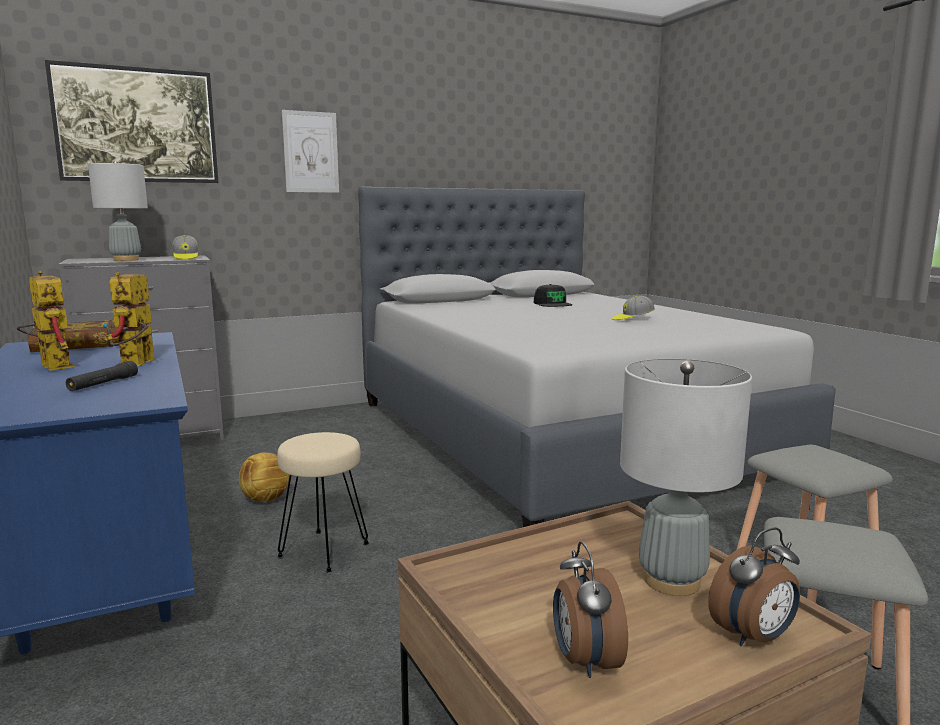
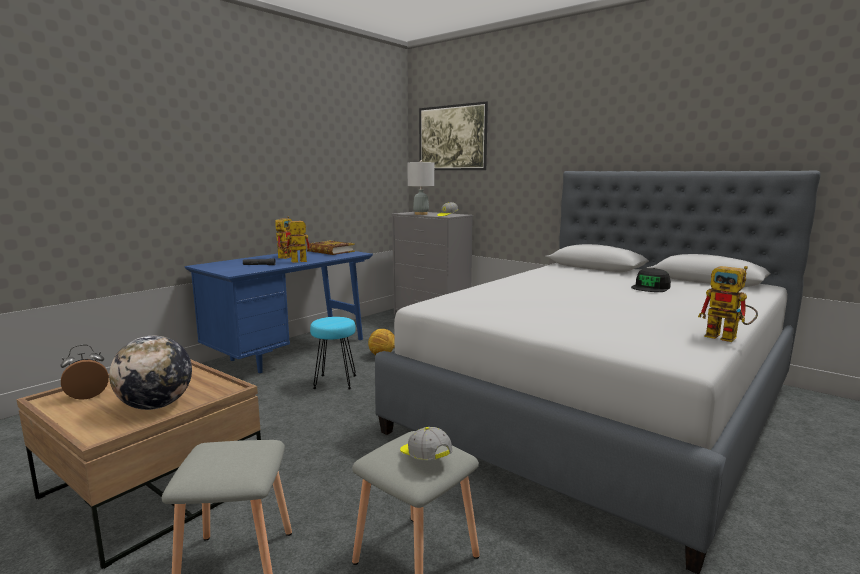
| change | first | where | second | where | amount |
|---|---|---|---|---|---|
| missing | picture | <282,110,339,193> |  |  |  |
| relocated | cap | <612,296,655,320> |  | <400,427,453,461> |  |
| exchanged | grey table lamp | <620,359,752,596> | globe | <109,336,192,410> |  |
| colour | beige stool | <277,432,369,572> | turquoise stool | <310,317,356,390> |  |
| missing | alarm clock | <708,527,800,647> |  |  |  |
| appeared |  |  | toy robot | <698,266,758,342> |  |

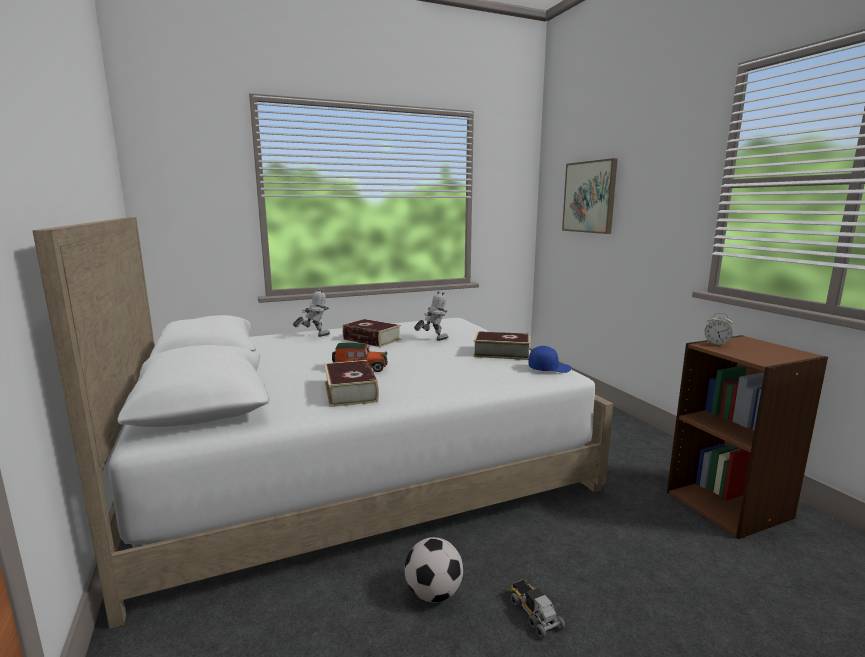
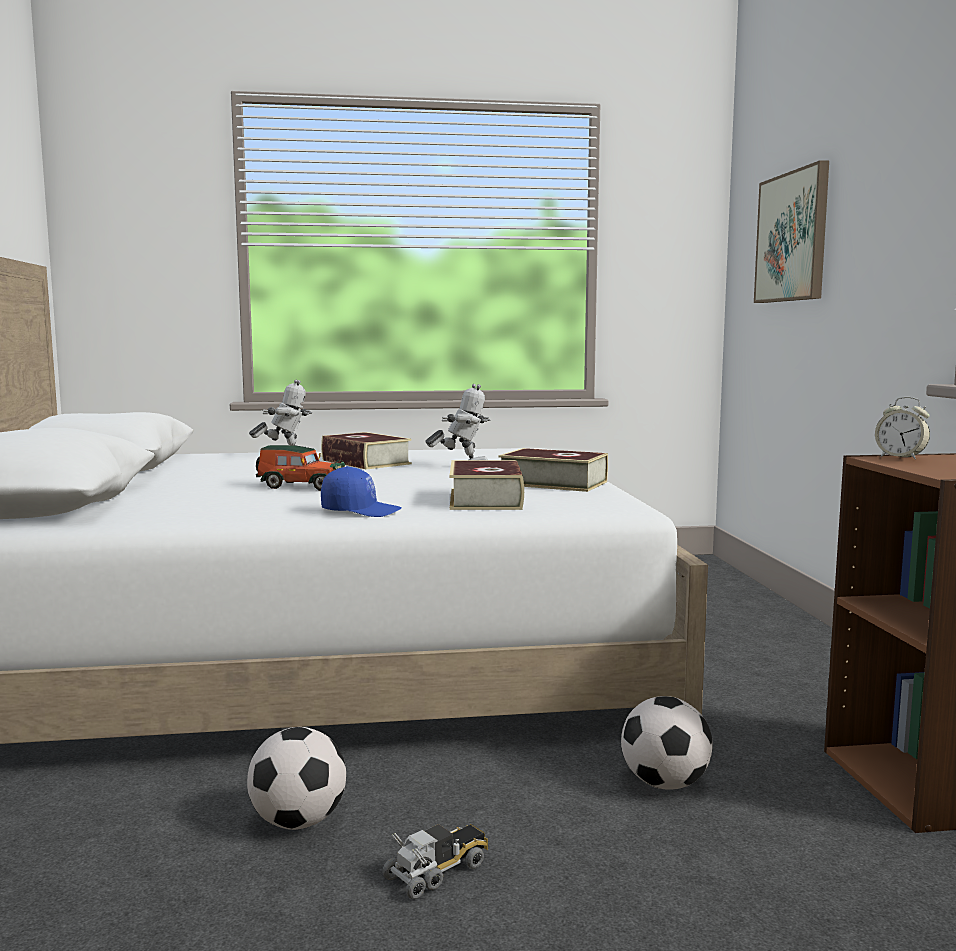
| change | first | where | second | where | amount |
|---|---|---|---|---|---|
| relocated | blue cap | <529,346,572,373> |  | <321,466,402,517> |  |
| relocated | book | <324,360,379,407> |  | <449,460,524,510> |  |
| spun | toy truck | <510,579,565,638> |  | <382,824,488,899> | 60 degrees clockwise |
| appeared |  |  | football | <621,696,713,790> |  |

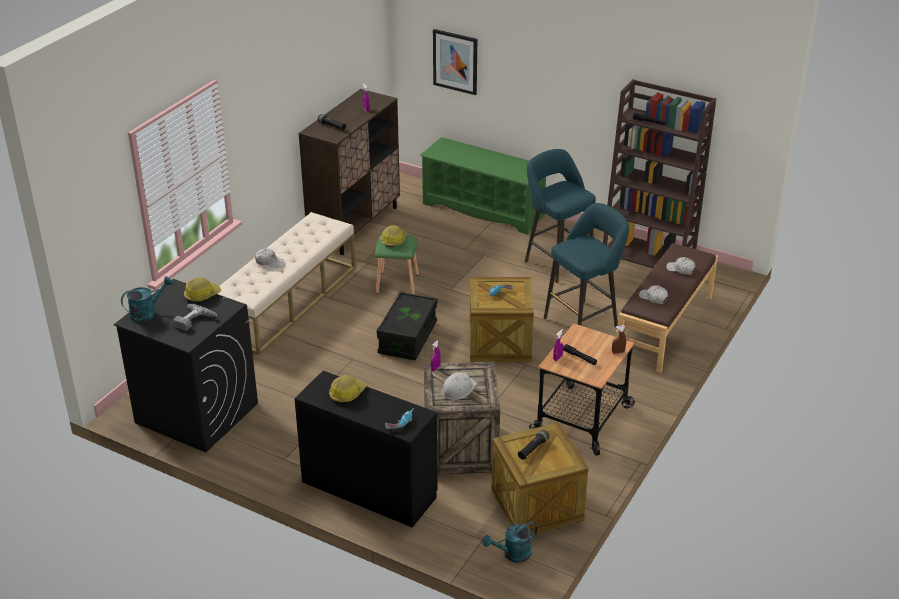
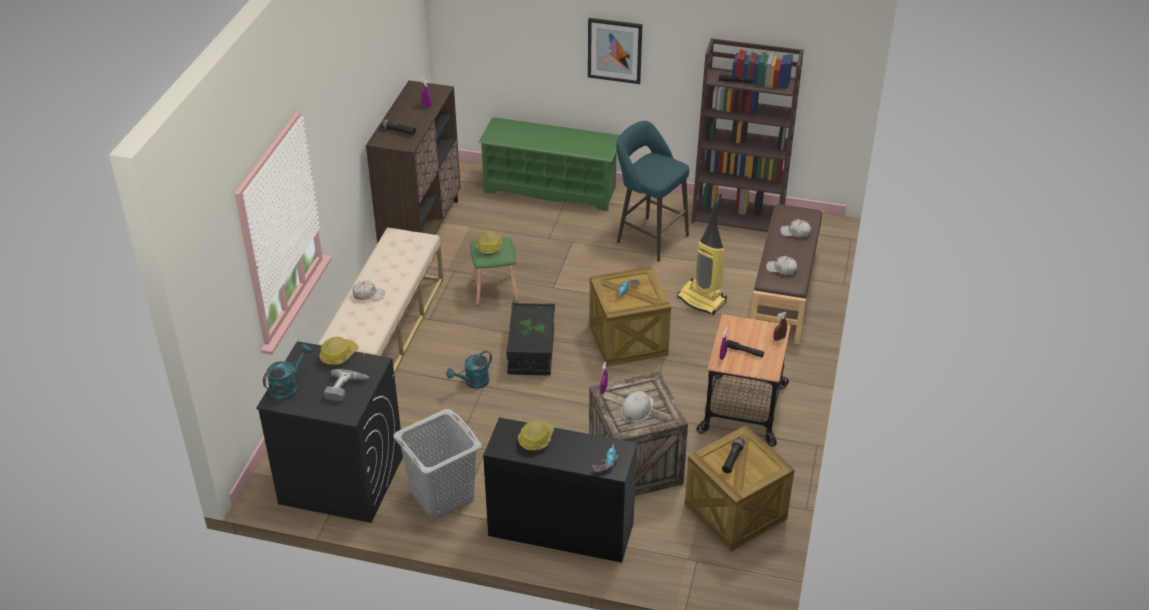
| change | first | where | second | where | amount |
|---|---|---|---|---|---|
| relocated | picture | <433,29,477,95> |  | <588,18,642,84> |  |
| exchanged | turquoise stool | <544,203,629,327> | vacuum cleaner | <677,193,727,315> |  |
| relocated | turquoise watering can | <482,522,537,563> |  | <446,351,492,389> |  |
| appeared |  |  | grey laundry basket | <394,409,481,519> |  |

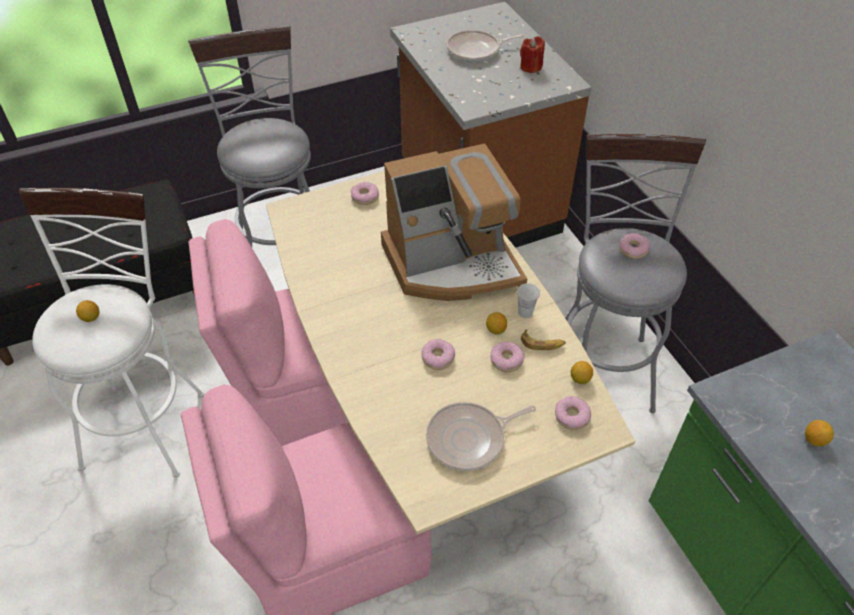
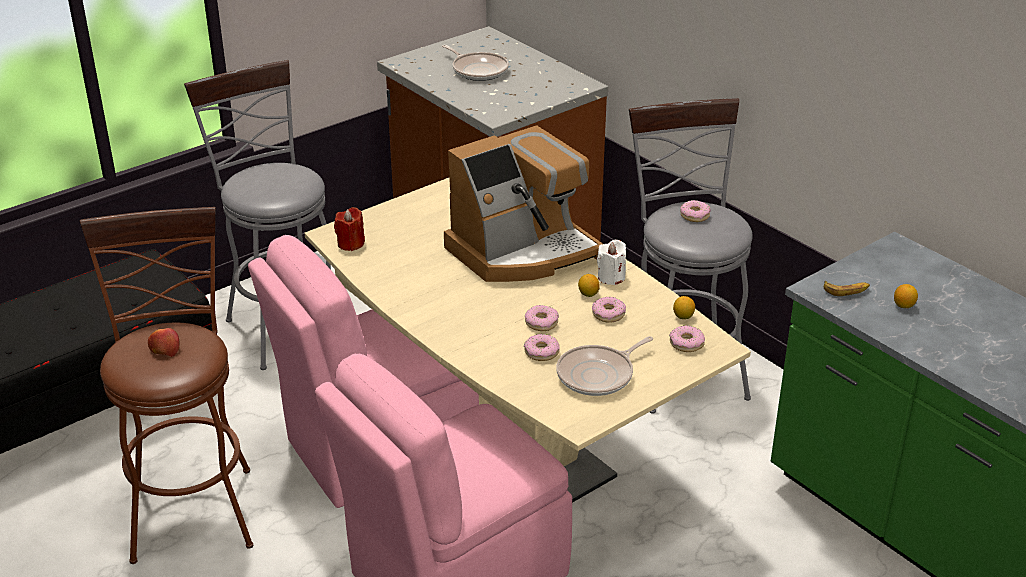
| change | first | where | second | where | amount |
|---|---|---|---|---|---|
| spun | frying pan | <447,30,524,62> |  | <442,45,509,81> | 105 degrees counterclockwise |
| relocated | red candle | <520,36,545,73> |  | <334,207,365,251> |  |
| relocated | donut | <351,182,379,205> |  | <524,334,560,361> |  |
| colour | white stool | <19,188,204,477> | brown stool | <80,207,253,564> |  |
| exchanged | white cup | <517,283,540,318> | white candle | <597,240,626,285> |  |
| exchanged | lemon | <76,300,99,322> | apple | <148,328,180,357> |  |
| relocated | banana | <521,330,566,350> |  | <824,281,870,296> |  |

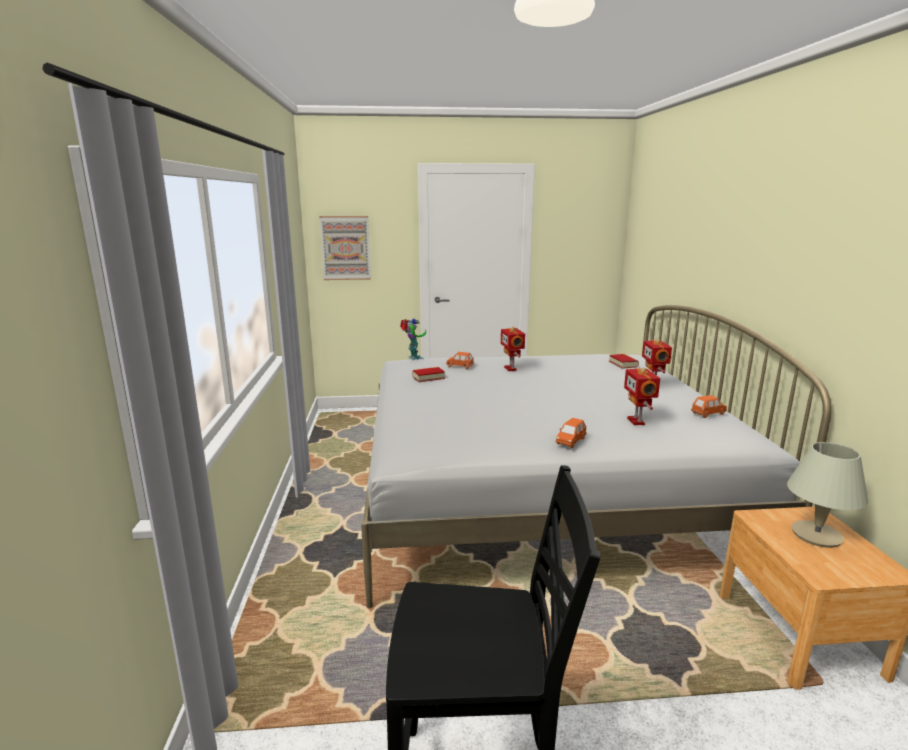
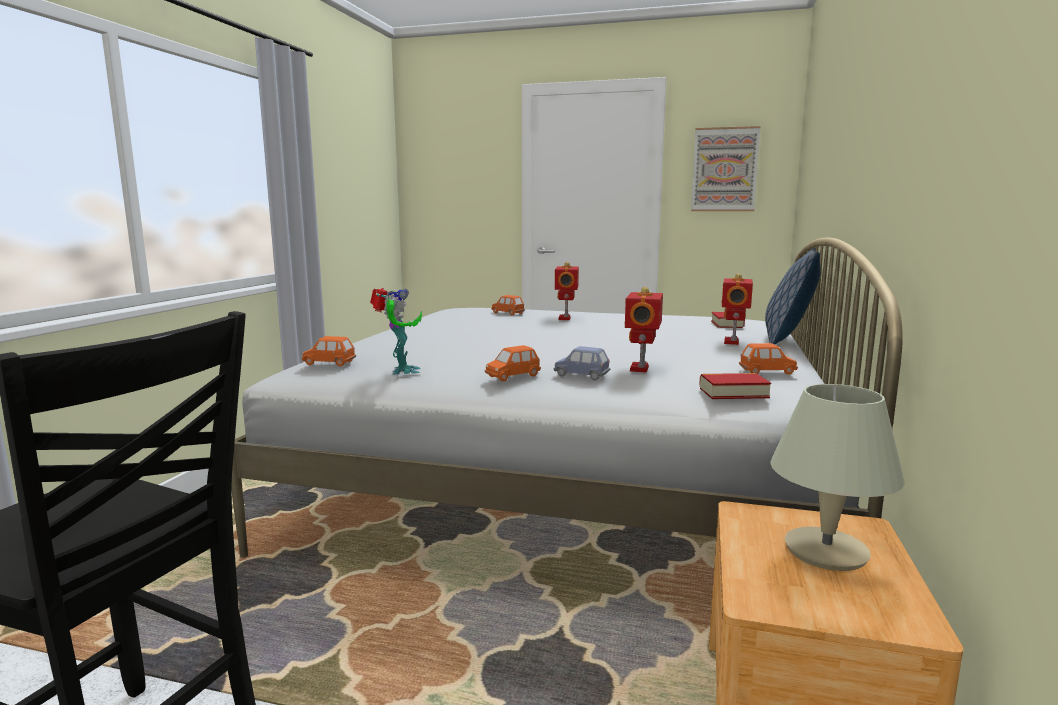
| change | first | where | second | where | amount |
|---|---|---|---|---|---|
| relocated | picture | <319,216,371,280> |  | <691,126,761,211> |  |
| relocated | toy robot | <400,318,426,360> |  | <370,288,422,375> |  |
| relocated | book | <412,367,445,382> |  | <699,373,771,399> |  |
| appeared |  |  | pillow | <765,248,820,344> |  |
| appeared |  |  | orange toy car | <302,336,356,367> |  |
| appeared |  |  | blue toy car | <553,346,611,381> |  |

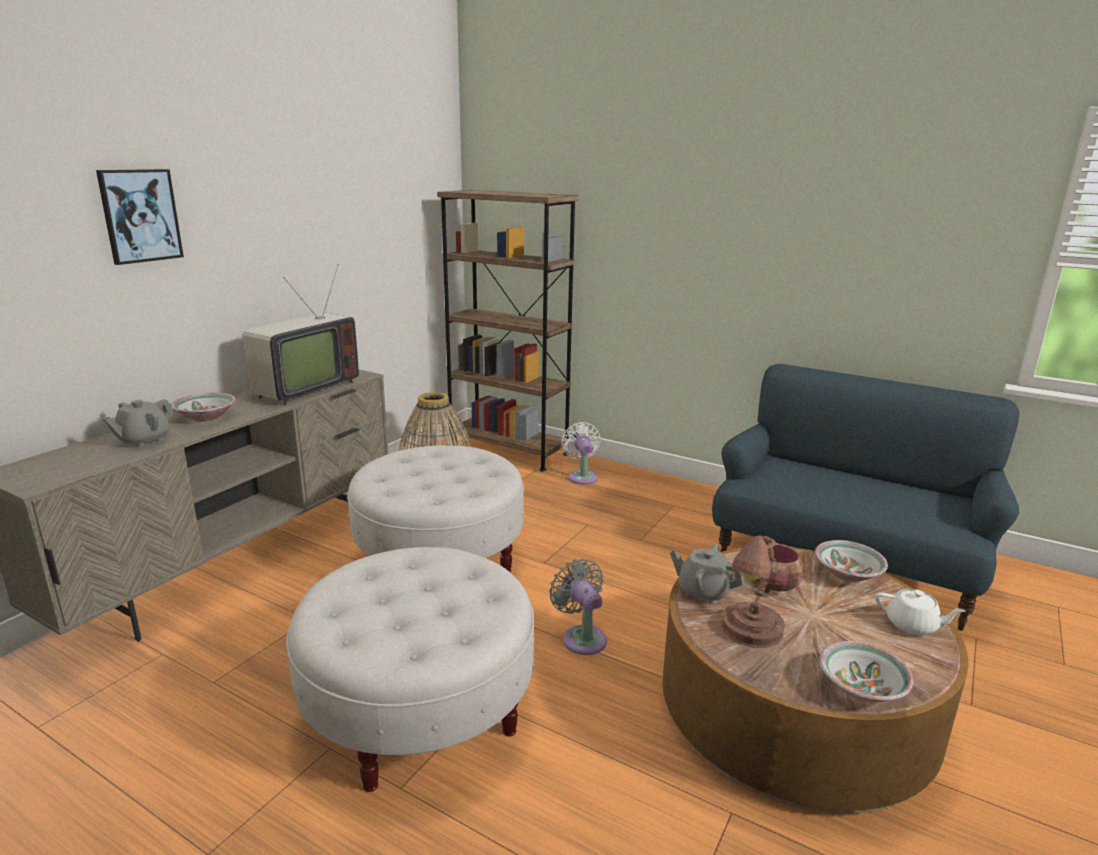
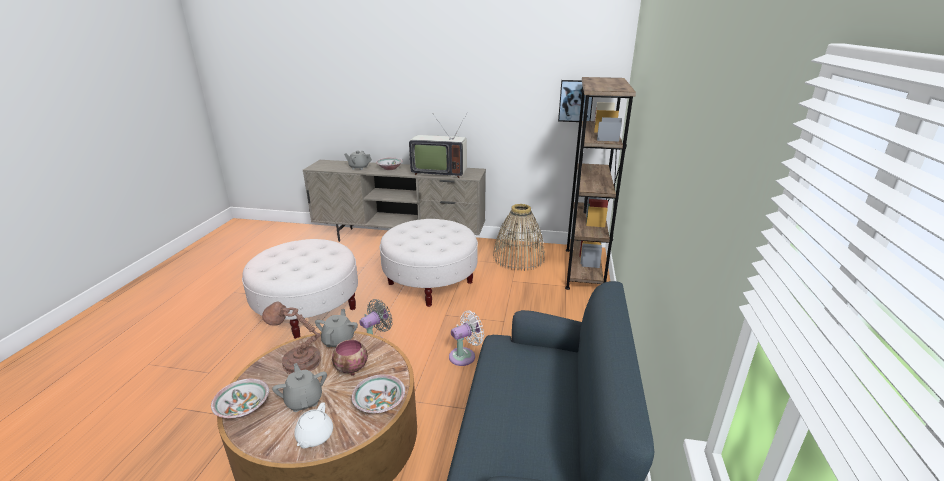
| change | first | where | second | where | amount |
|---|---|---|---|---|---|
| relocated | picture | <96,169,184,265> |  | <558,80,593,122> |  |
| relocated | white fan | <562,422,601,485> |  | <449,311,484,366> |  |
| appeared |  |  | grey teapot | <272,363,327,412> |  |

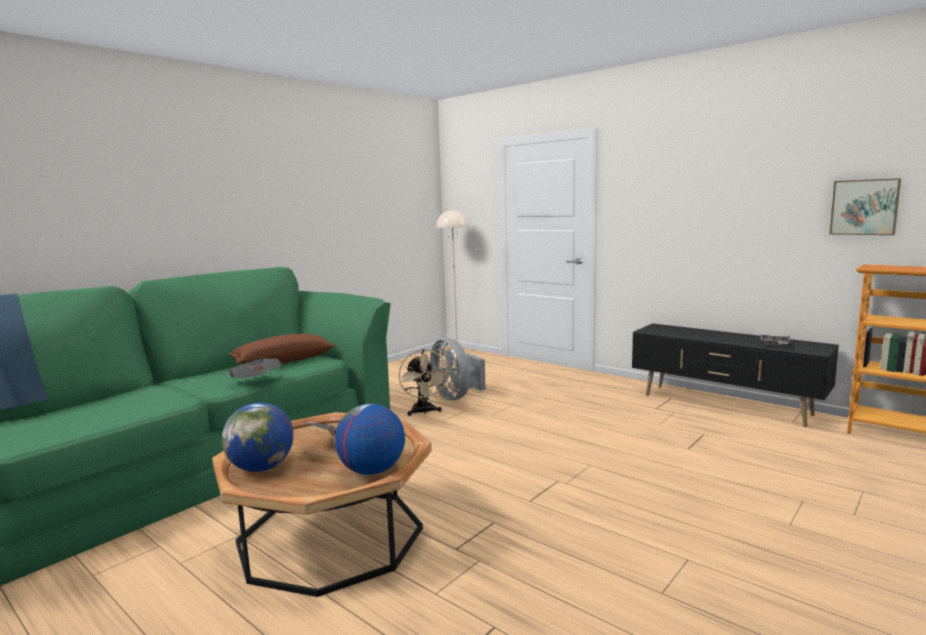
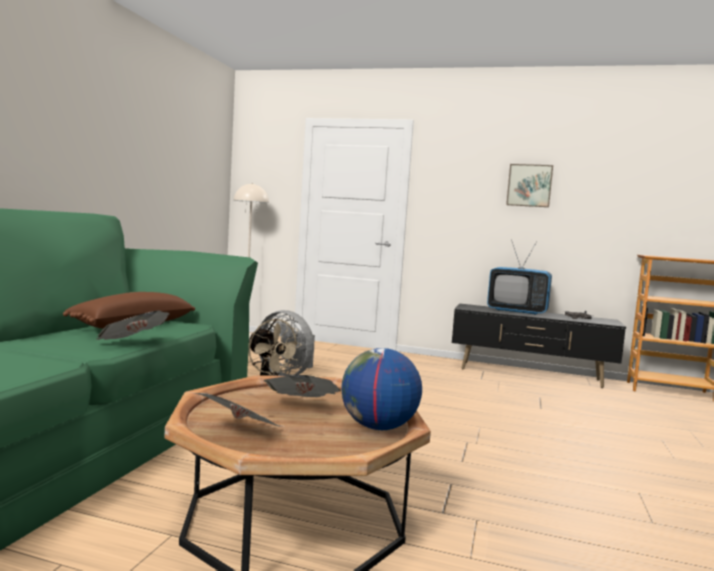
| change | first | where | second | where | amount |
|---|---|---|---|---|---|
| relocated | picture | <829,178,901,235> |  | <506,164,553,207> |  |
| exchanged | globe | <222,402,293,472> | newspaper | <194,393,280,426> |  |
| appeared |  |  | television | <487,240,552,315> |  |

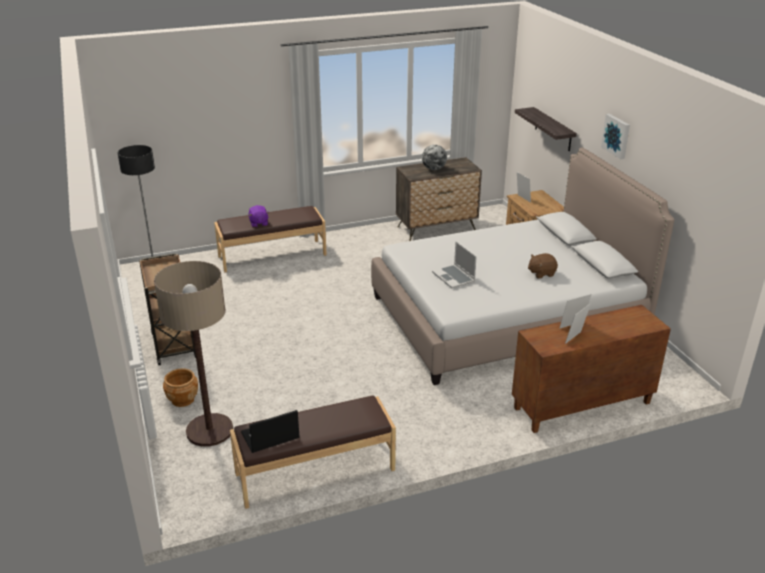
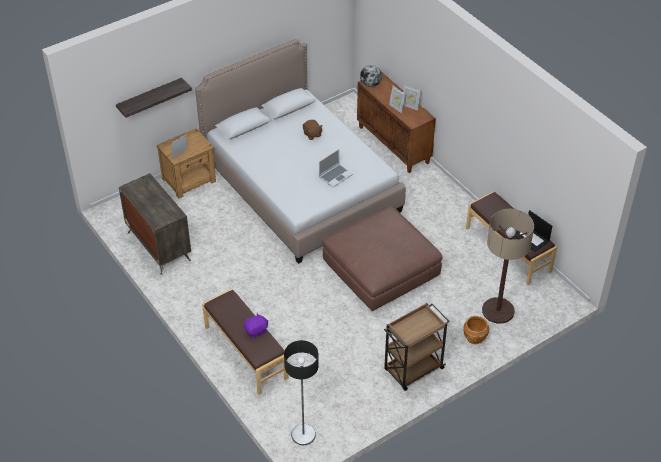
| change | first | where | second | where | amount |
|---|---|---|---|---|---|
| missing | picture | <601,114,630,159> |  |  |  |
| relocated | globe | <422,145,447,170> |  | <360,65,382,87> |  |
| appeared |  |  | brown ottoman | <322,206,442,311> |  |

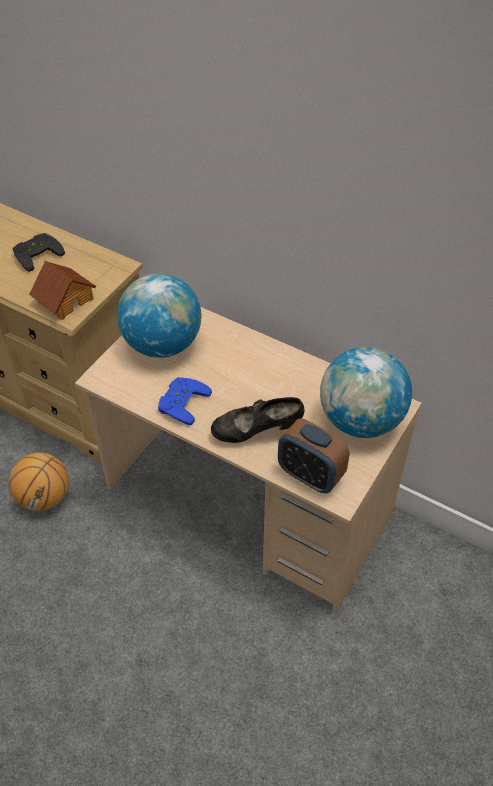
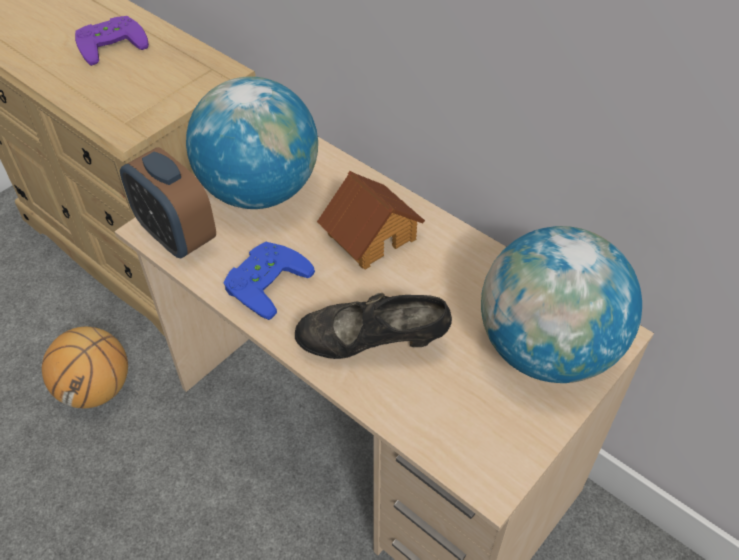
| change | first | where | second | where | amount |
|---|---|---|---|---|---|
| colour | black game controller | <12,233,65,272> | purple game controller | <75,16,149,66> |  |
| relocated | toy house | <29,261,96,320> |  | <317,171,425,270> |  |
| relocated | alarm clock | <278,418,349,493> |  | <120,147,216,258> |  |

